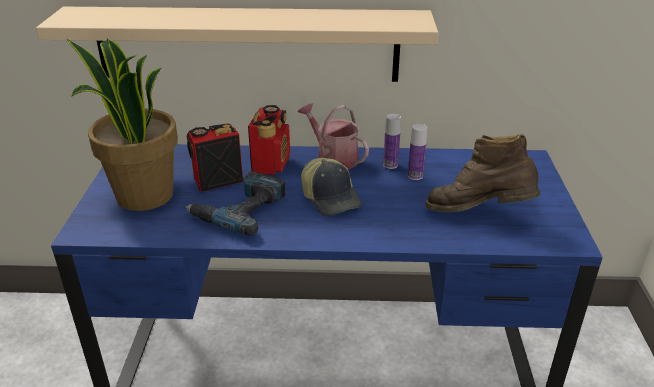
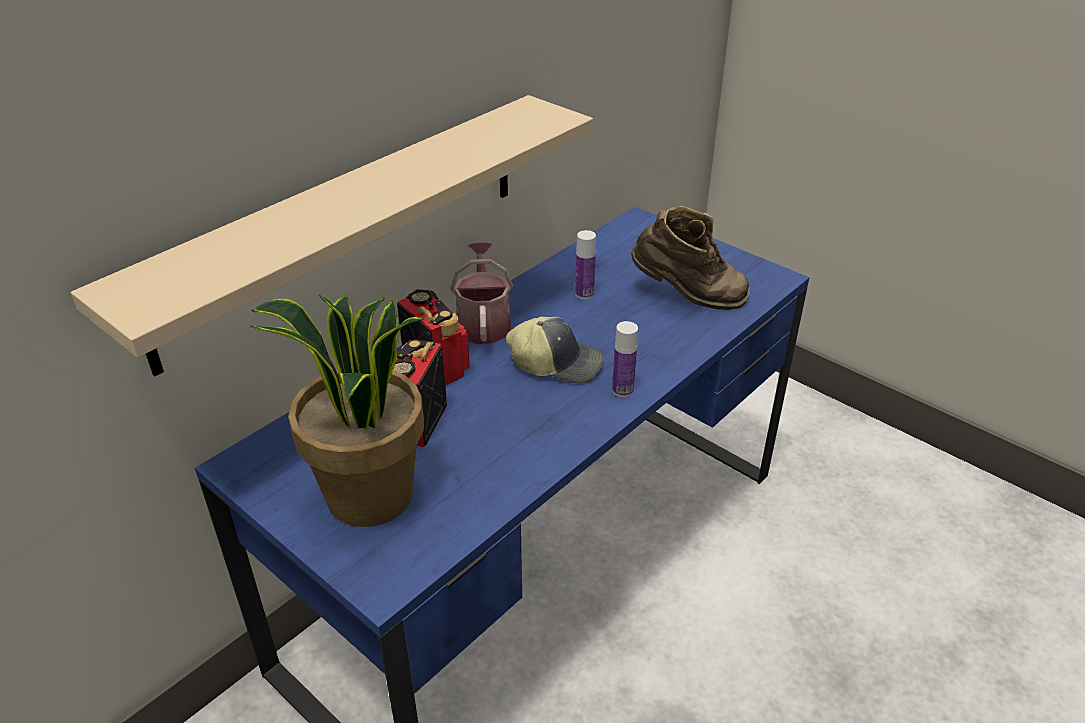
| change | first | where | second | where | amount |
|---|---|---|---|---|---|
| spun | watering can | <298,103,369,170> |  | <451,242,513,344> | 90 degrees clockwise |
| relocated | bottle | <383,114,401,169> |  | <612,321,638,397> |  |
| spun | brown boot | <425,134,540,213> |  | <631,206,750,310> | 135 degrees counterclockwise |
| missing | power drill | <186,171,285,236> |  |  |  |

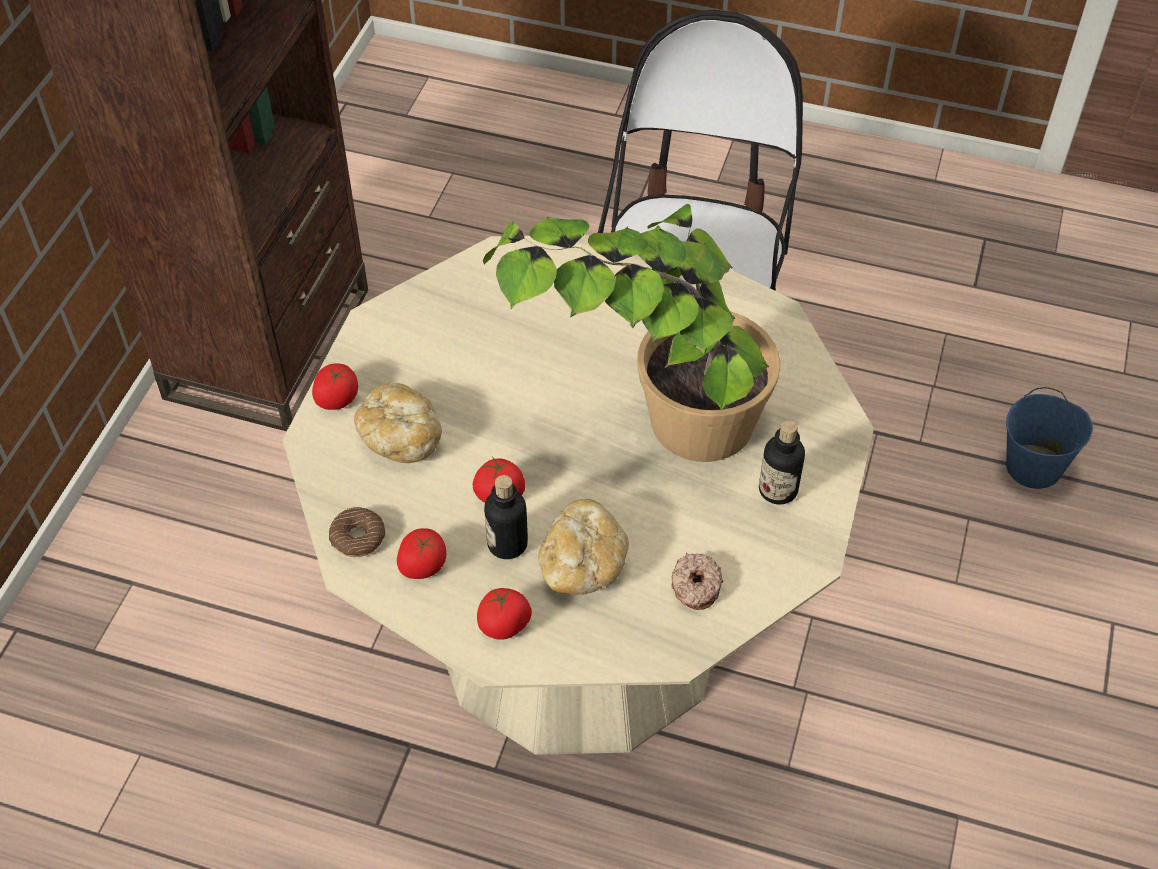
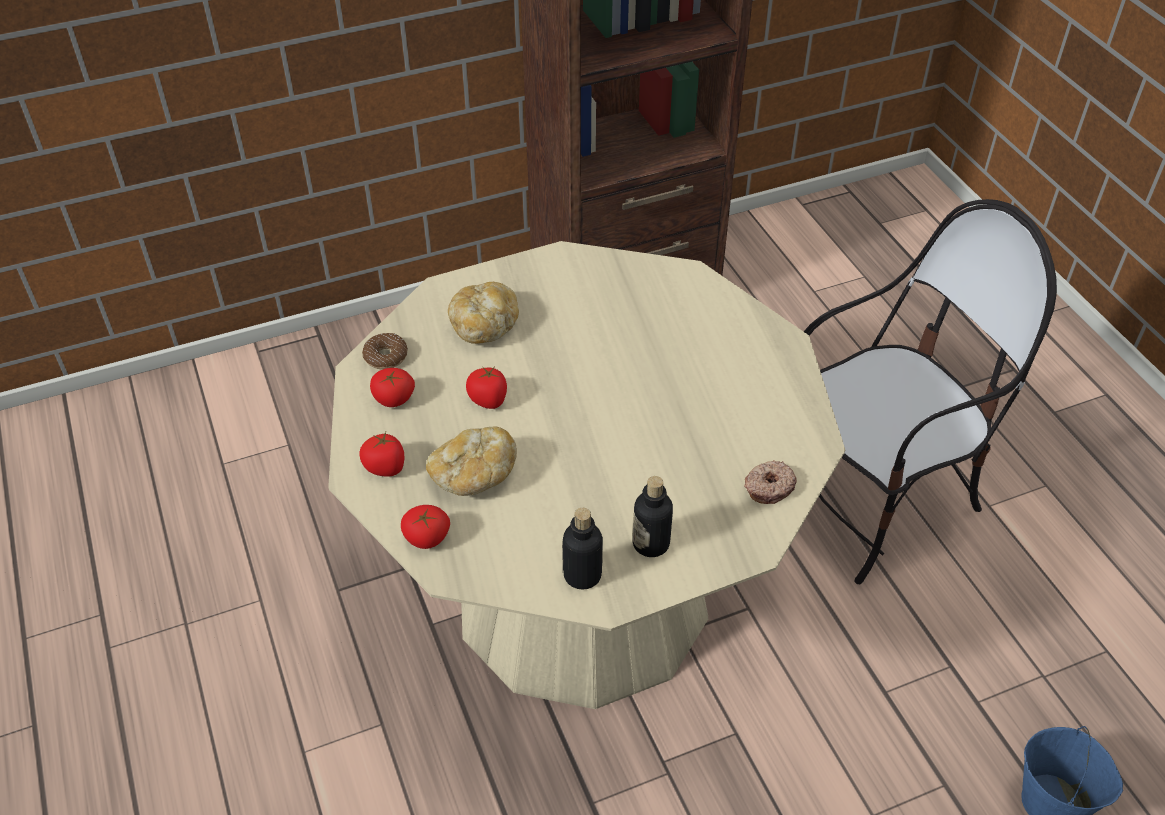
| change | first | where | second | where | amount |
|---|---|---|---|---|---|
| missing | potted plant | <483,204,780,462> |  |  |  |
| relocated | tomato | <312,363,358,410> |  | <401,505,450,549> |  |
| relocated | bottle | <484,475,528,559> |  | <562,508,603,590> |  |
| relocated | donut | <671,553,723,610> |  | <744,460,797,504> |  |

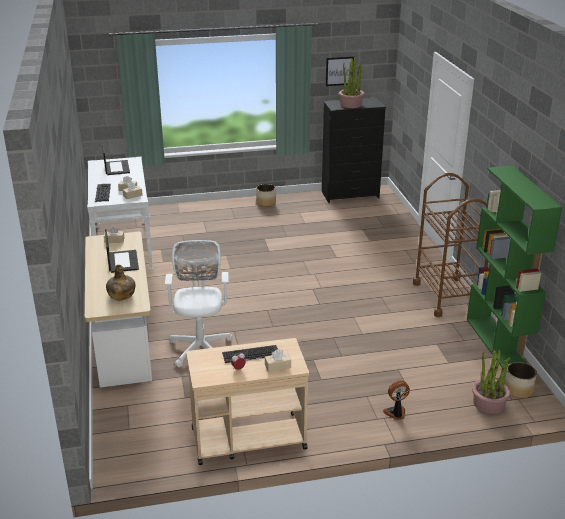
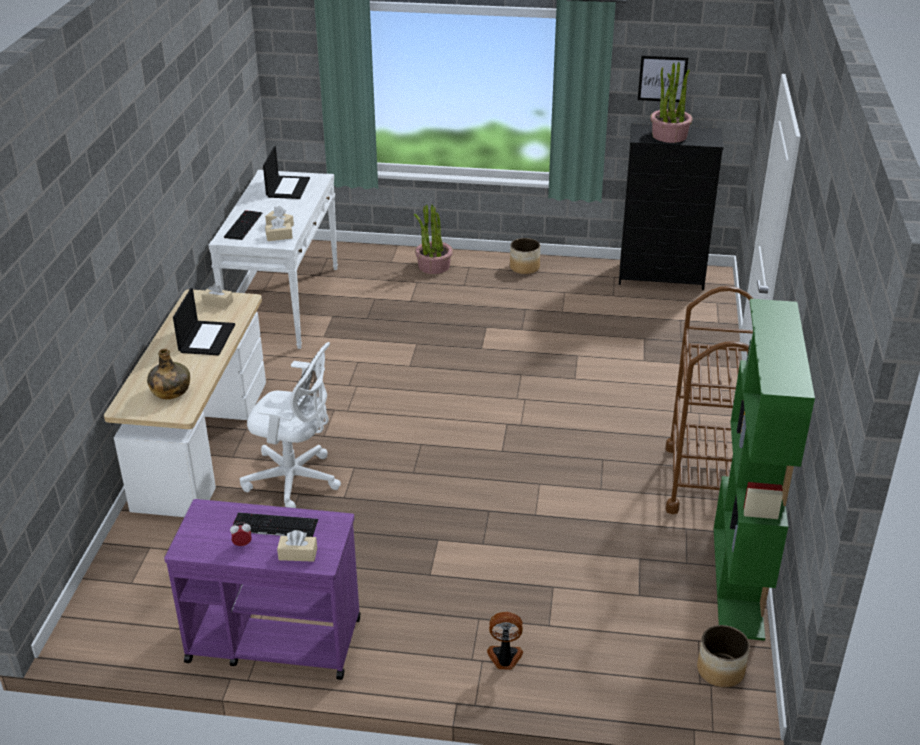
| change | first | where | second | where | amount |
|---|---|---|---|---|---|
| spun | white office chair | <165,240,233,367> |  | <240,342,341,508> | 90 degrees clockwise |
| colour | beige cart | <186,338,309,465> | purple cart | <164,499,361,680> |  |
| relocated | potted plant | <472,350,510,414> |  | <414,204,453,274> |  |

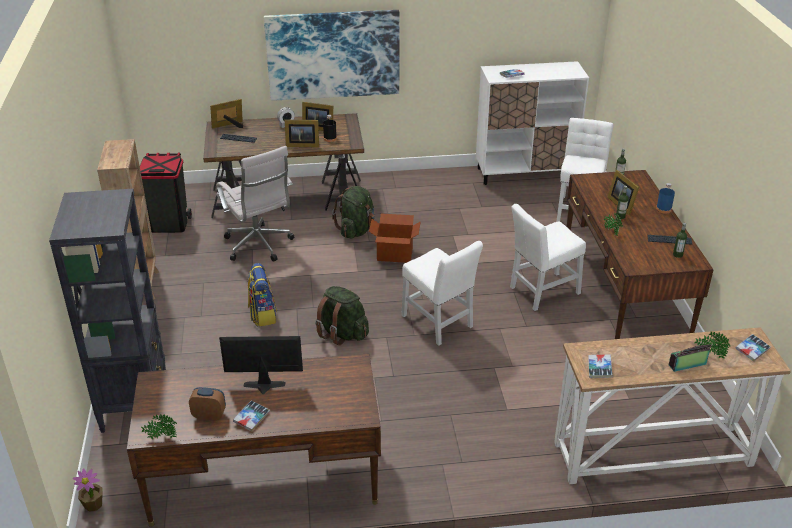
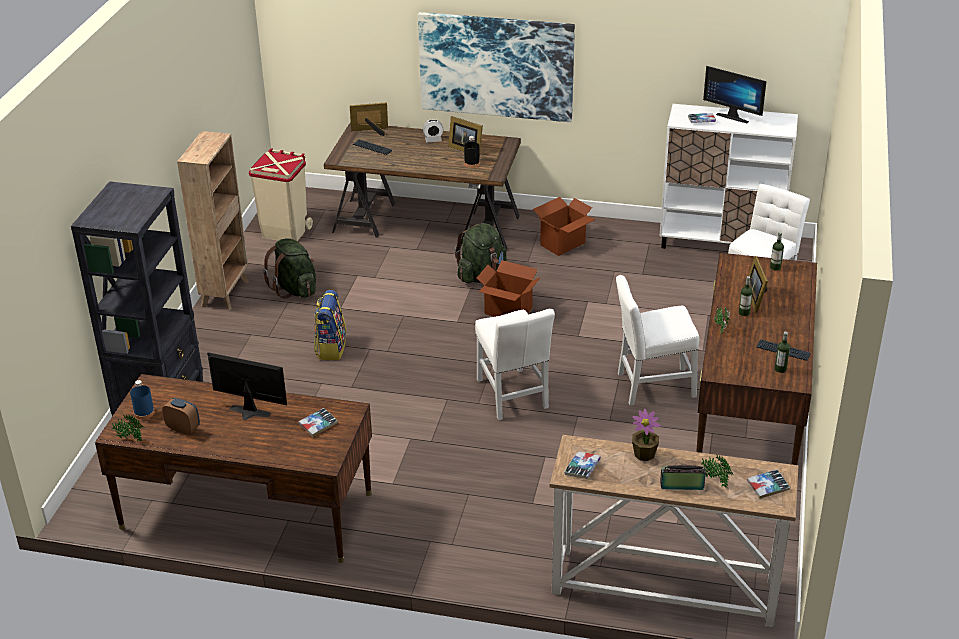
| change | first | where | second | where | amount |
|---|---|---|---|---|---|
| missing | picture frame | <285,120,319,147> |  |  |  |
| missing | white office chair | <216,146,295,262> |  |  |  |
| colour | black trash can | <140,153,192,233> | beige trash can | <249,148,313,241> |  |
| relocated | blue bottle | <656,183,675,214> |  | <130,380,155,419> |  |
| relocated | green backpack | <315,286,369,345> |  | <263,238,316,299> |  |
| relocated | book | <233,401,270,432> |  | <299,408,338,437> |  |
| relocated | potted plant | <73,469,103,512> |  | <632,409,661,461> |  |
| appeared |  |  | monitor | <703,66,766,123> |  |
| appeared |  |  | cardboard box | <533,197,596,256> |  |

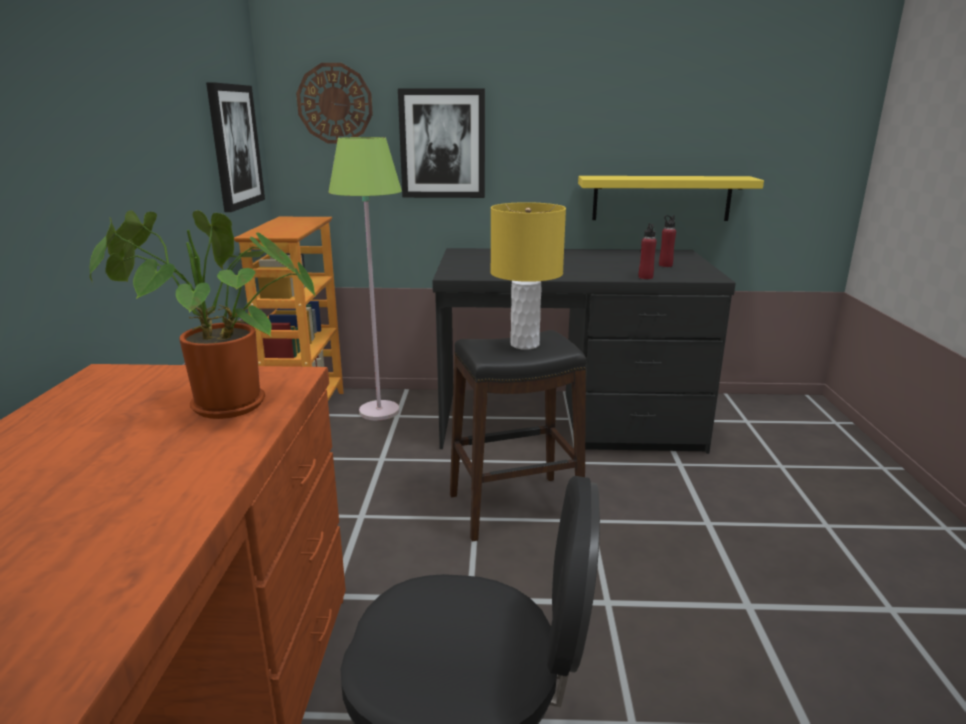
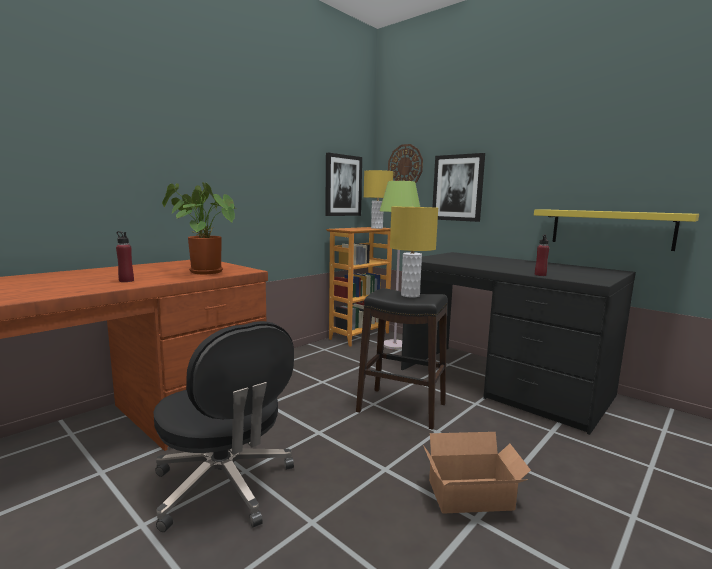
| change | first | where | second | where | amount |
|---|---|---|---|---|---|
| relocated | red bottle | <659,215,676,267> |  | <116,231,134,282> |  |
| appeared |  |  | yellow table lamp | <364,170,393,229> |  |
| appeared |  |  | cardboard box | <423,432,531,514> |  |

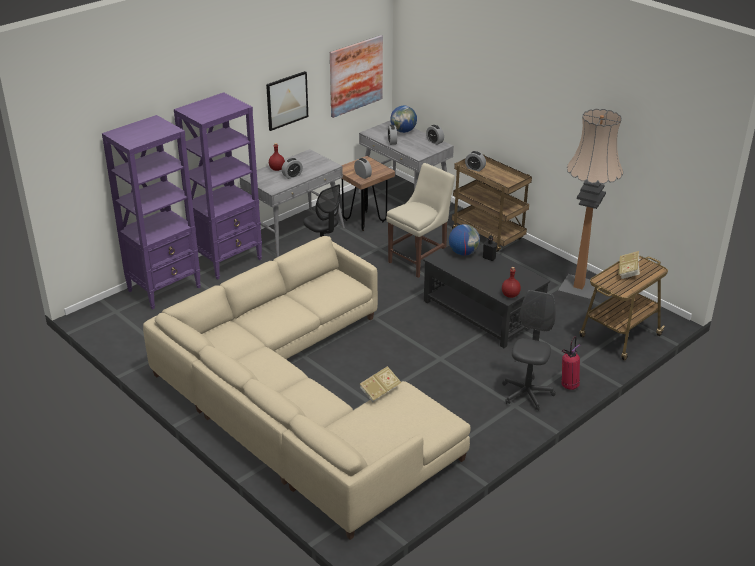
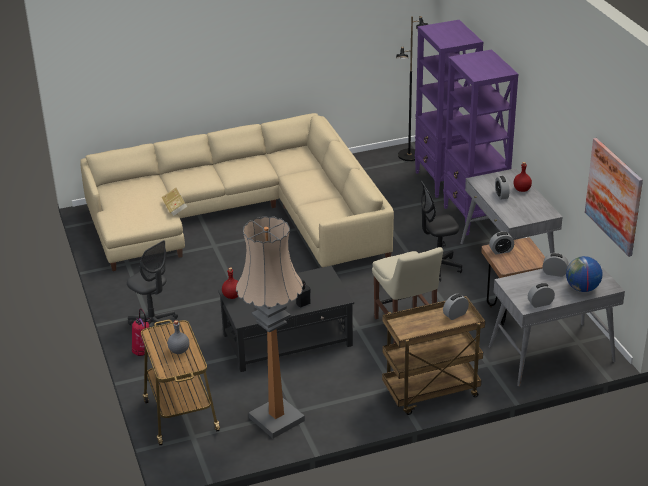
| change | first | where | second | where | amount |
|---|---|---|---|---|---|
| missing | picture | <266,71,308,131> |  |  |  |
| missing | globe | <449,224,480,256> |  |  |  |
| exchanged | book | <618,251,640,279> | grey bottle | <168,320,190,354> |  |
| appeared |  |  | black floor lamp | <396,16,428,161> |  |

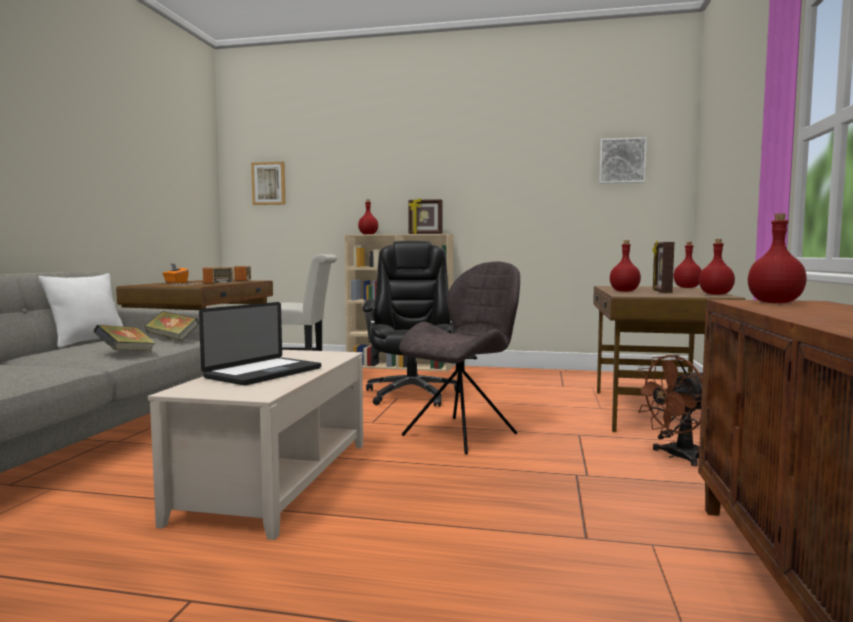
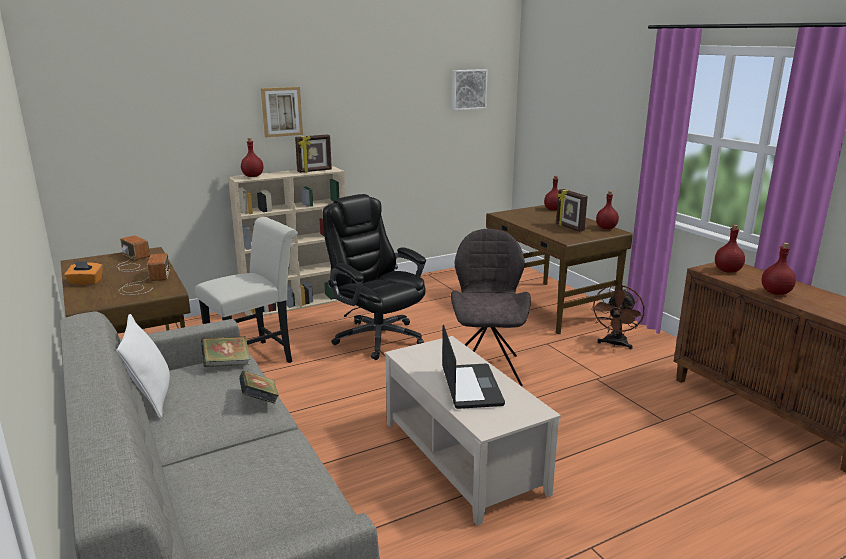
| change | first | where | second | where | amount |
|---|---|---|---|---|---|
| relocated | picture | <251,162,286,205> |  | <261,87,303,137> |  |
| relocated | red bottle | <610,240,641,292> |  | <761,243,796,295> |  |

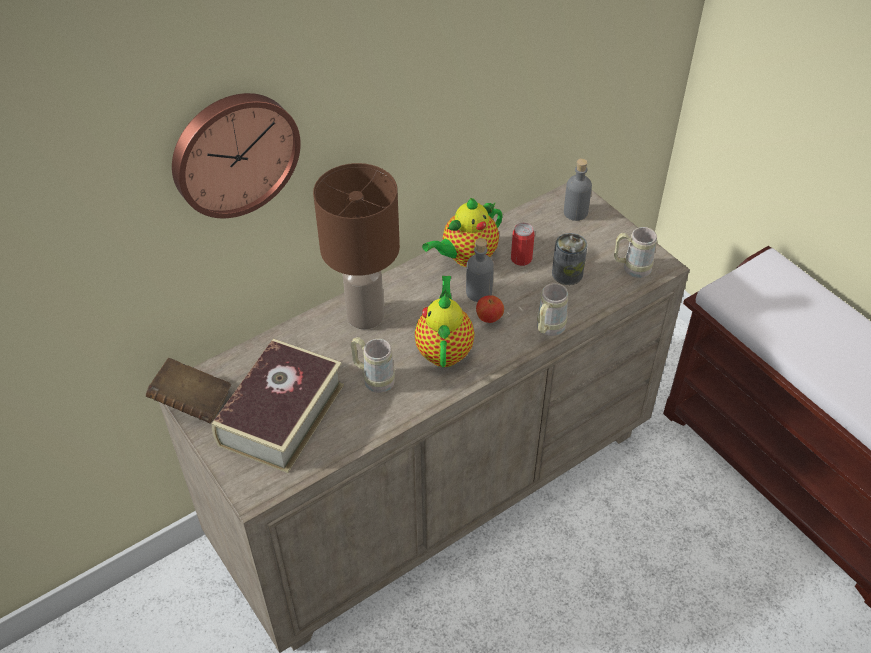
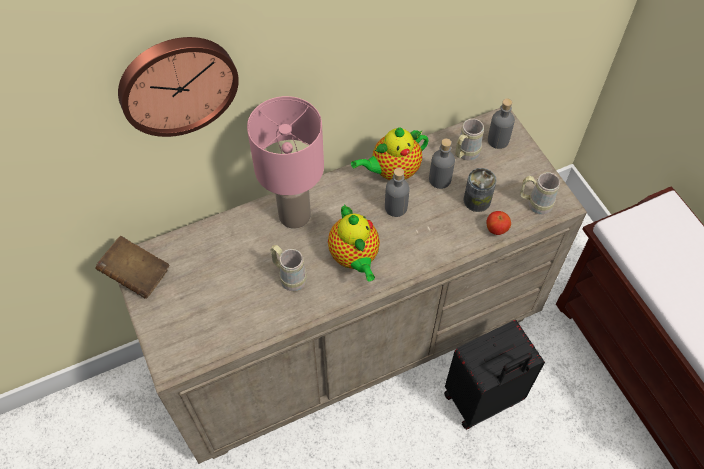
| change | first | where | second | where | amount |
|---|---|---|---|---|---|
| colour | brown table lamp | <313,163,400,329> | pink table lamp | <247,96,324,229> |  |
| exchanged | can | <511,223,535,266> | grey bottle | <429,139,455,189> |  |
| spun | teapot | <414,276,475,367> |  | <328,204,380,281> | 150 degrees clockwise |
| relocated | beige mug | <537,283,568,336> |  | <455,118,484,161> |  |
| relocated | apple | <476,295,504,323> |  | <487,211,511,235> |  |
| missing | book | <212,339,344,473> |  |  |  |
| appeared |  |  | black suitcase | <444,320,545,430> |  |

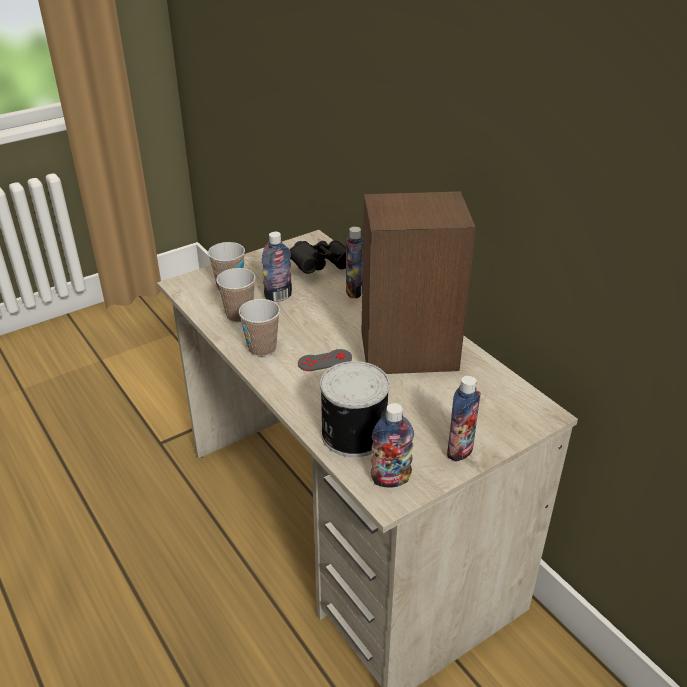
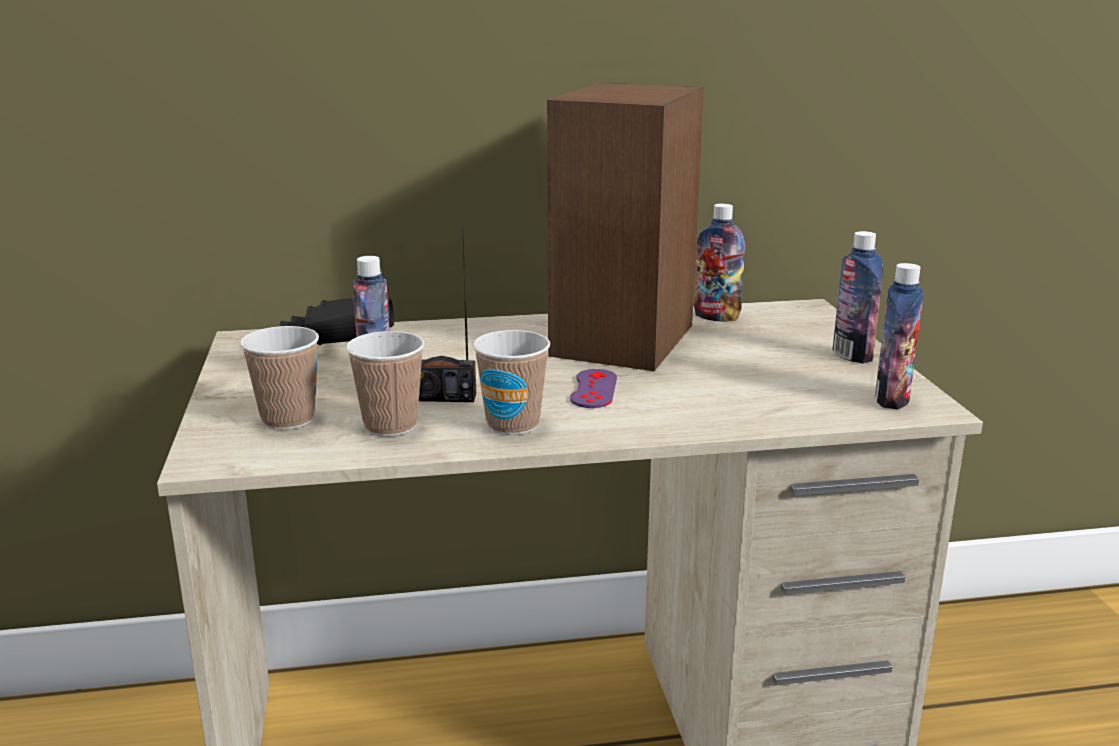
| change | first | where | second | where | amount |
|---|---|---|---|---|---|
| relocated | bottle | <346,227,363,298> |  | <694,203,745,322> |  |
| colour | grey game controller | <298,349,352,371> | purple game controller | <570,369,617,408> |  |
| missing | can | <320,361,390,457> |  |  |  |
| appeared |  |  | radio | <419,226,476,402> |  |

